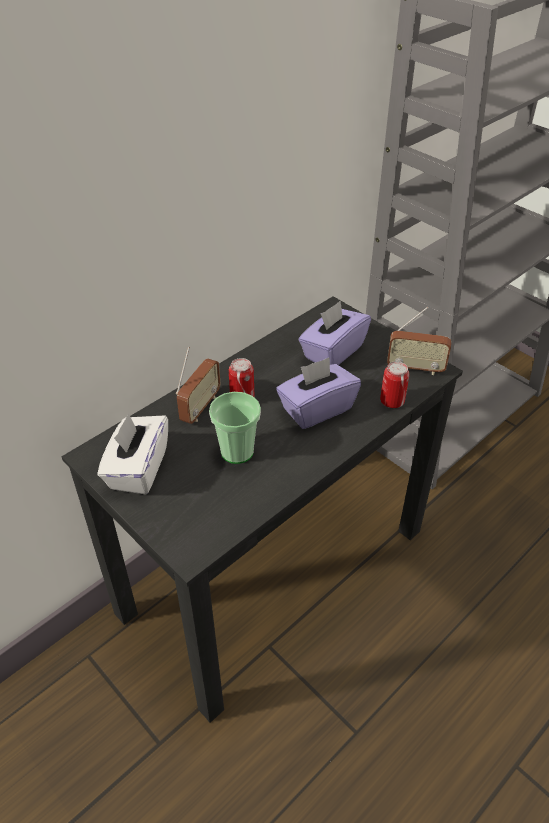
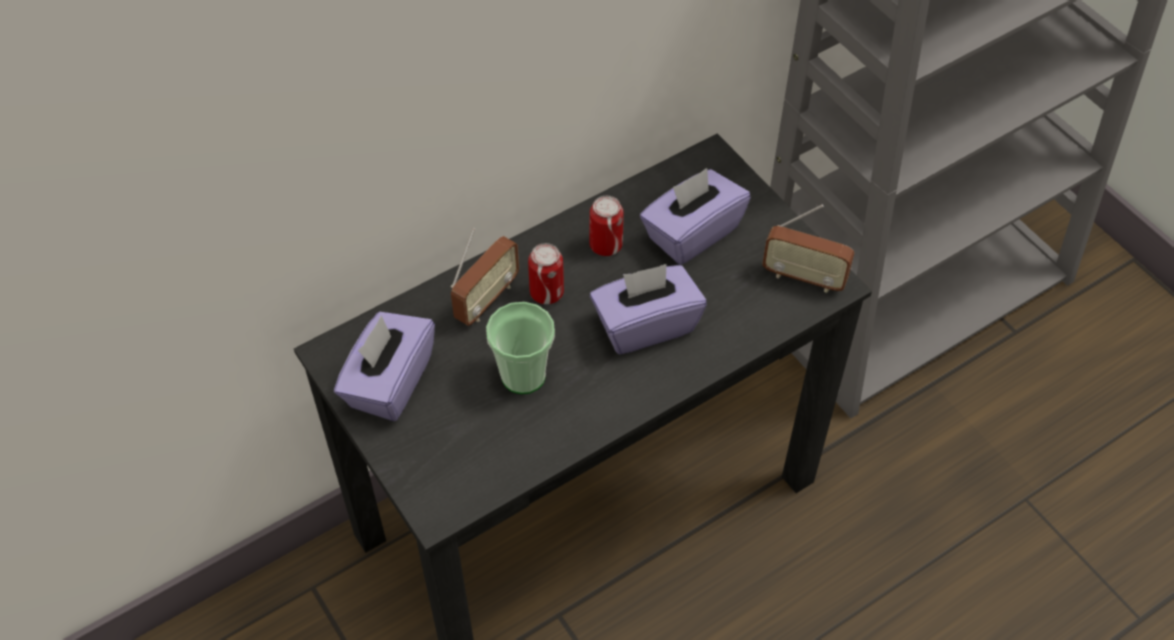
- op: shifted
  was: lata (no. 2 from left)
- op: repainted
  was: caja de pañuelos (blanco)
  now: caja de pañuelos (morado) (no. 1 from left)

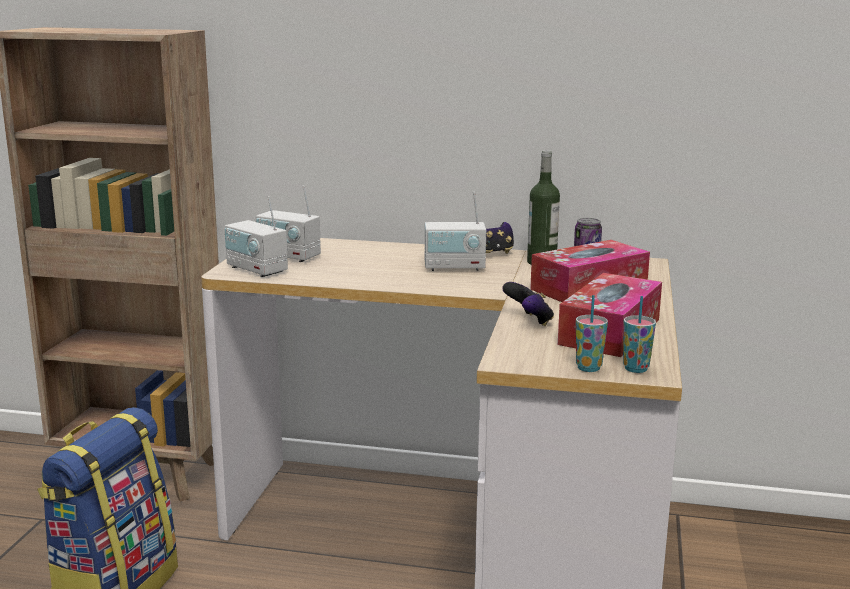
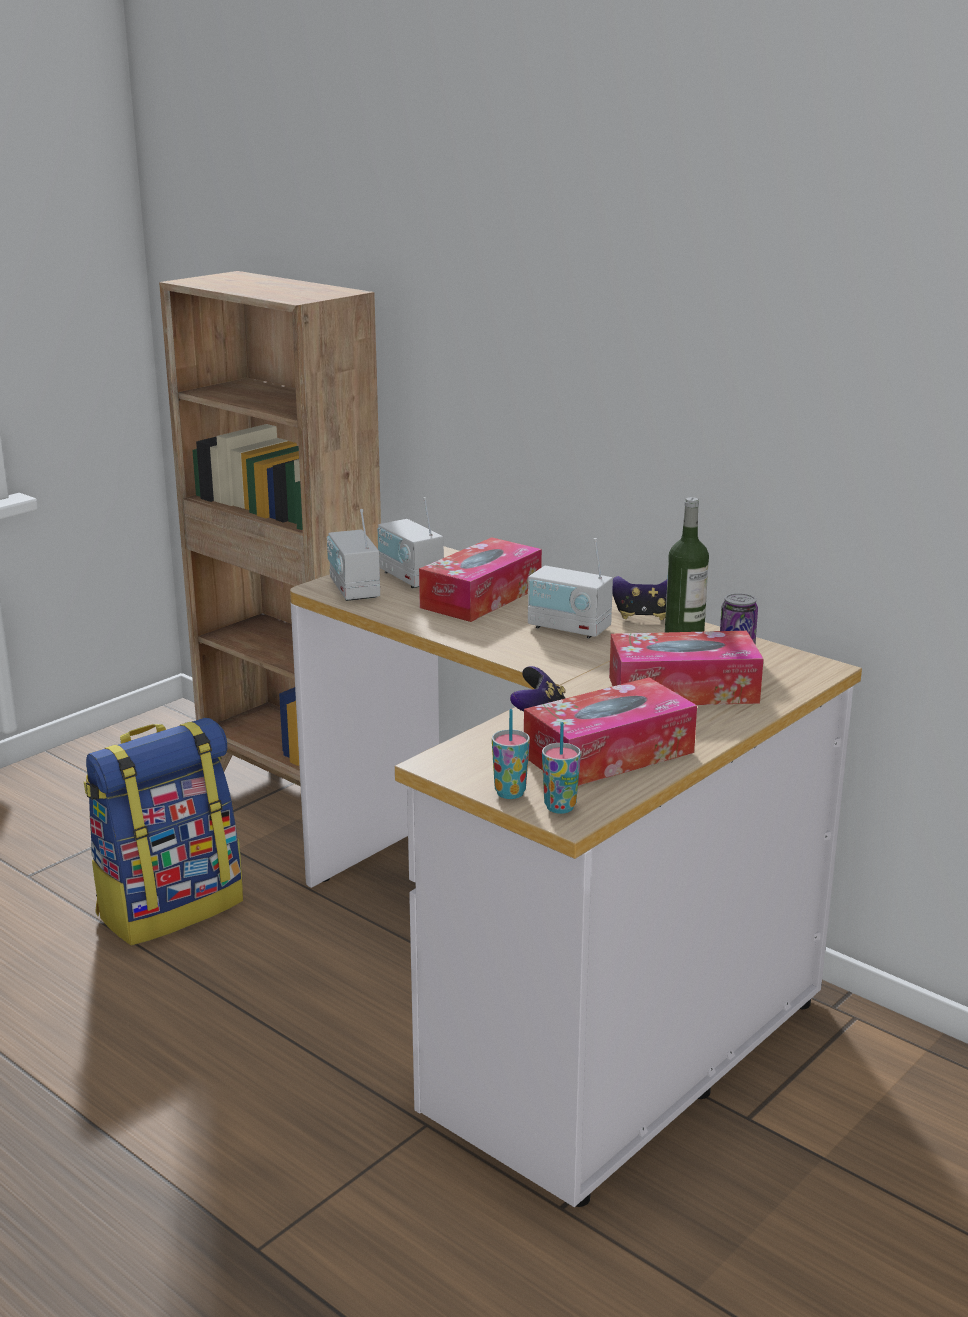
- op: new
  now: caja de pañuelos (no. 1 from left)

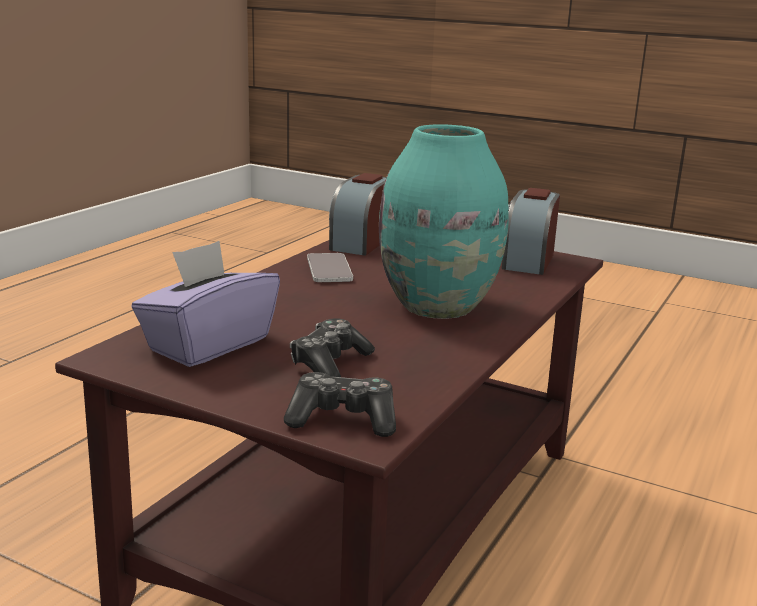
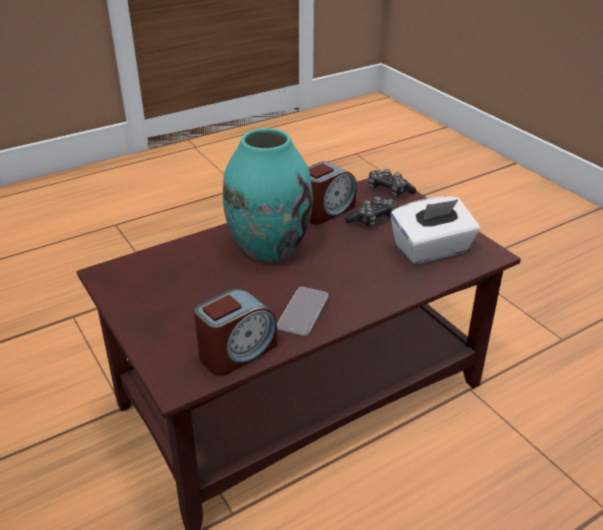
- op: shifted
  was: despertador (no. 2 from left)
- op: repainted
  was: caja de pañuelos (morado)
  now: caja de pañuelos (blanco)

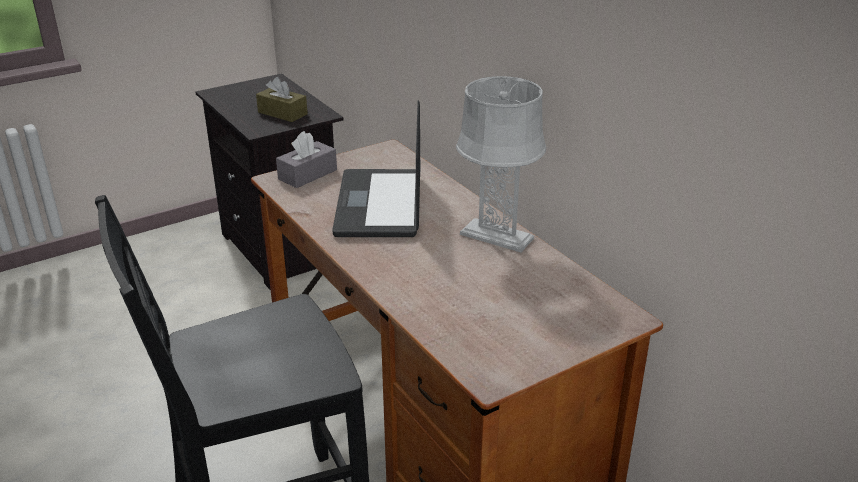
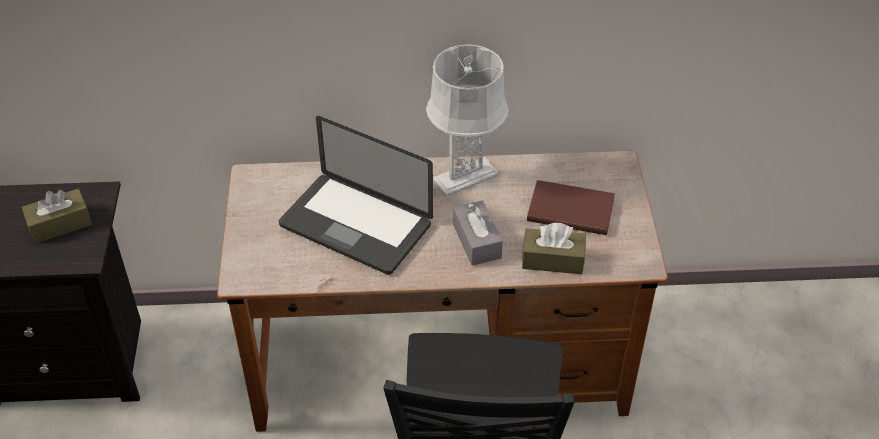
- op: shifted
  was: caja de pañuelos (gris)
- op: new
  now: libro (marrón)
- op: new
  now: caja de pañuelos (marrón) (no. 2 from left)

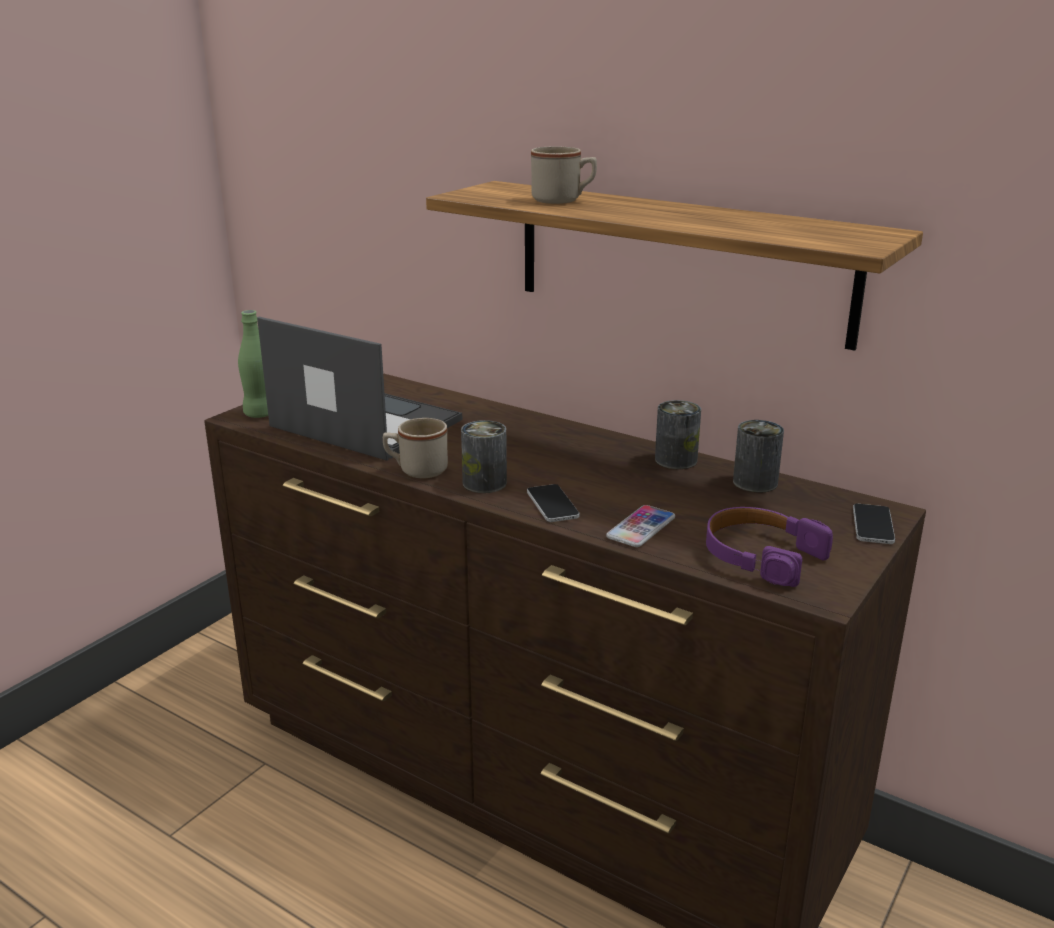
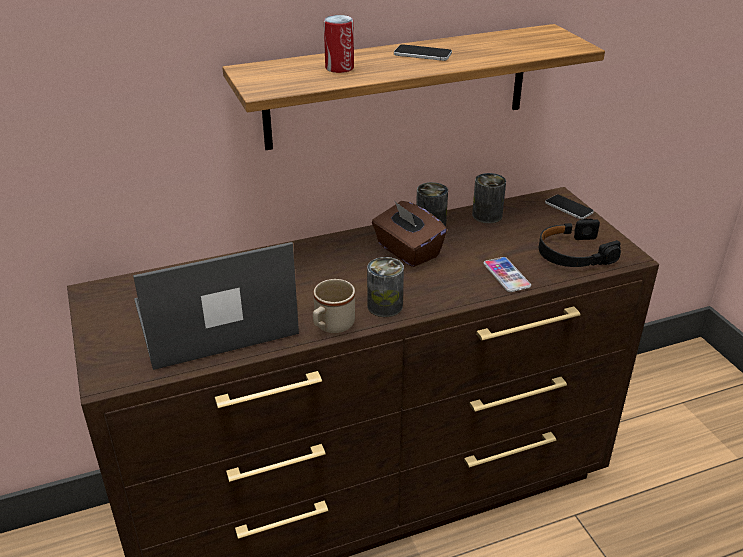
- op: swapped
  was: taza grande (beis) (no. 2 from left)
  now: lata (no. 1 from left)
- op: gone
  was: botella (verde)
- op: shifted
  was: móvil (no. 1 from left)
- op: repainted
  was: auriculares (morado)
  now: auriculares (negro)
- op: new
  now: caja de pañuelos (marrón)

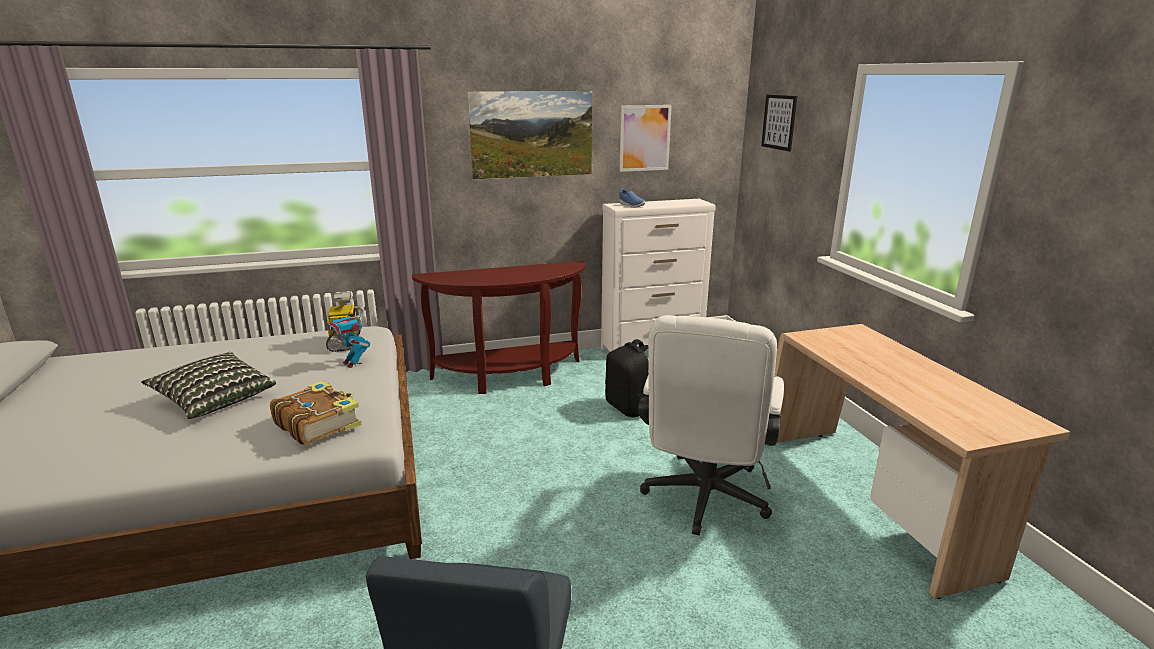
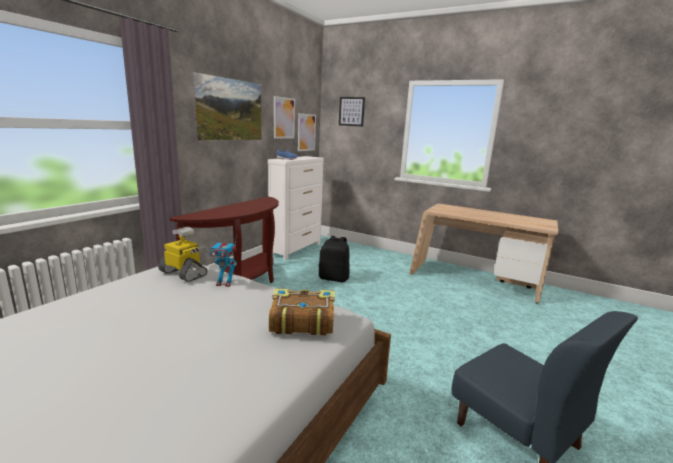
- op: gone
  was: silla de oficina (blanco)
- op: gone
  was: cojín
- op: new
  now: cuadro (no. 3 from left)

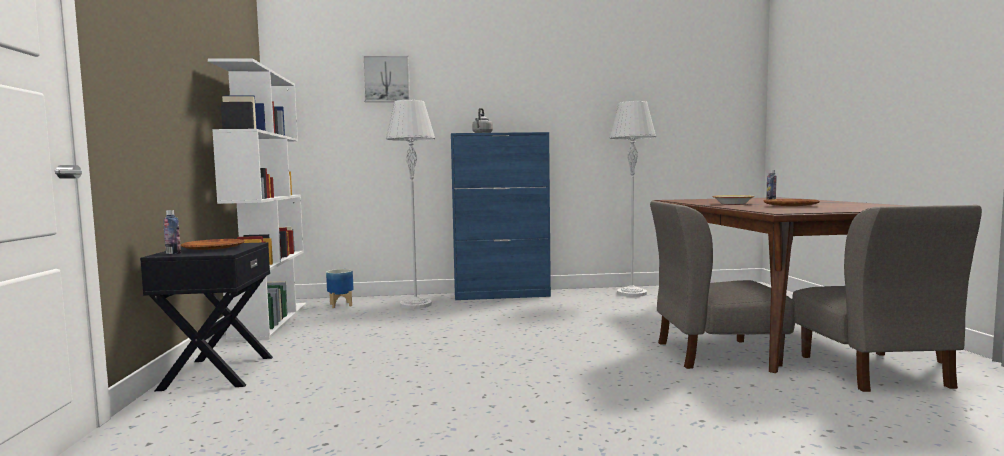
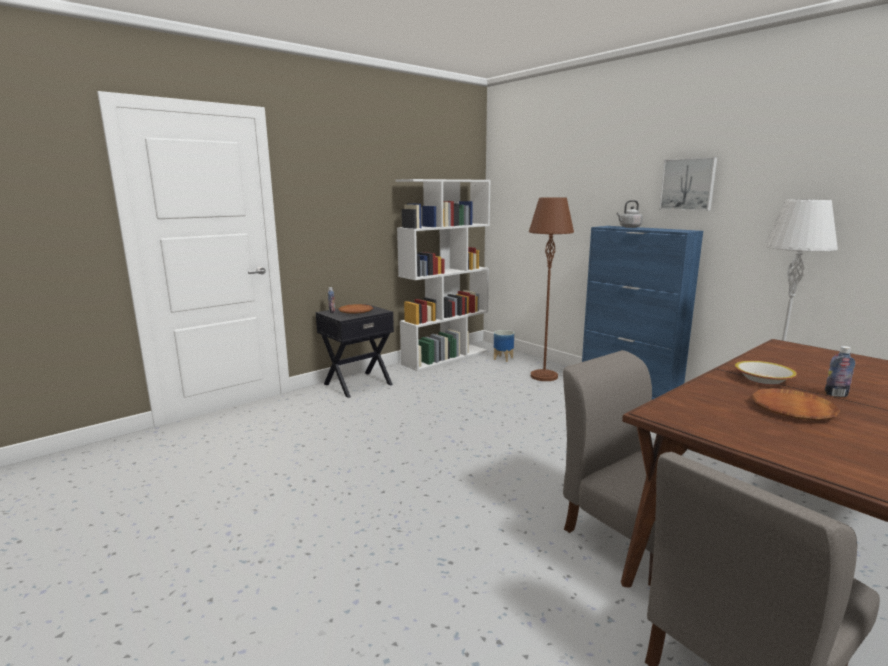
- op: shifted
  was: cuadro
- op: repainted
  was: lámpara de pie (gris) (no. 1 from left)
  now: lámpara de pie (marrón)

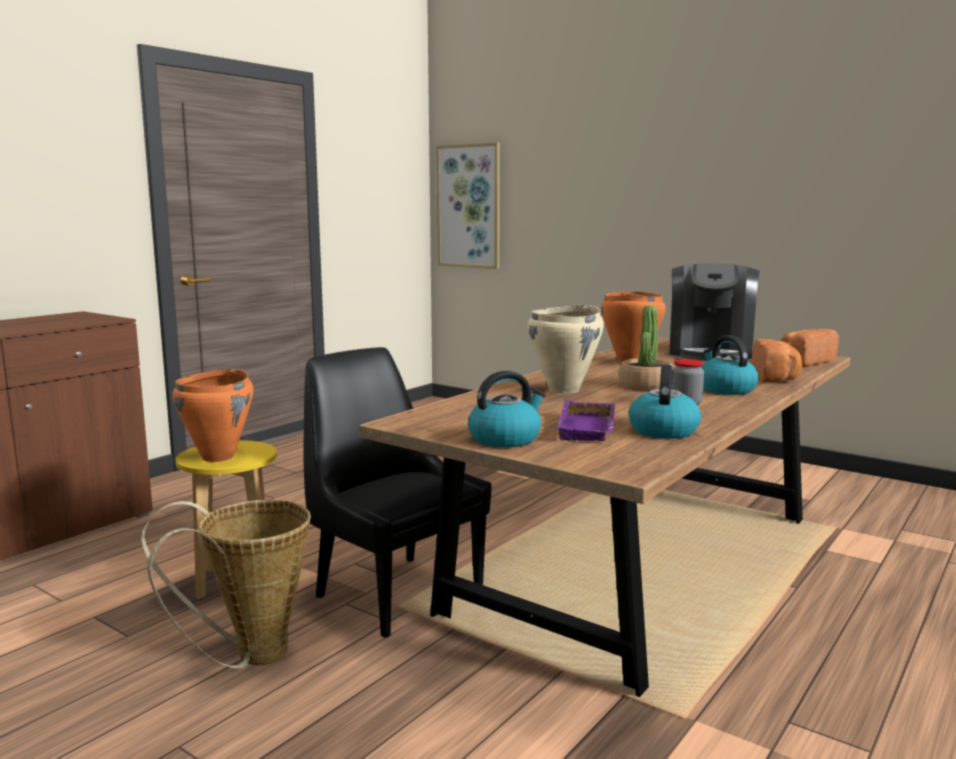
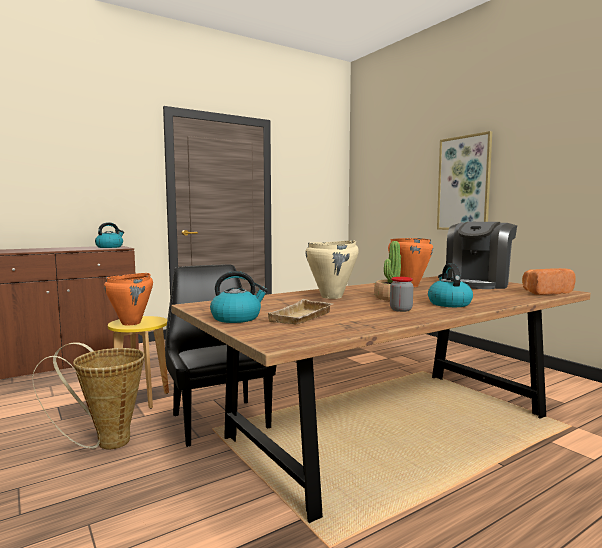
- op: shifted
  was: cuadro
- op: gone
  was: pan (no. 1 from left)
- op: shifted
  was: hervidor (no. 2 from left in the first image)
  now: hervidor (no. 1 from left)
- op: repainted
  was: bandeja (morado)
  now: bandeja (beis)

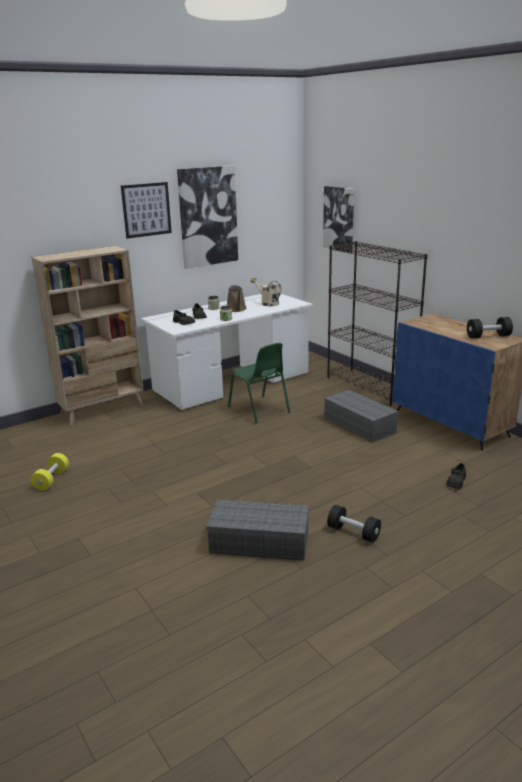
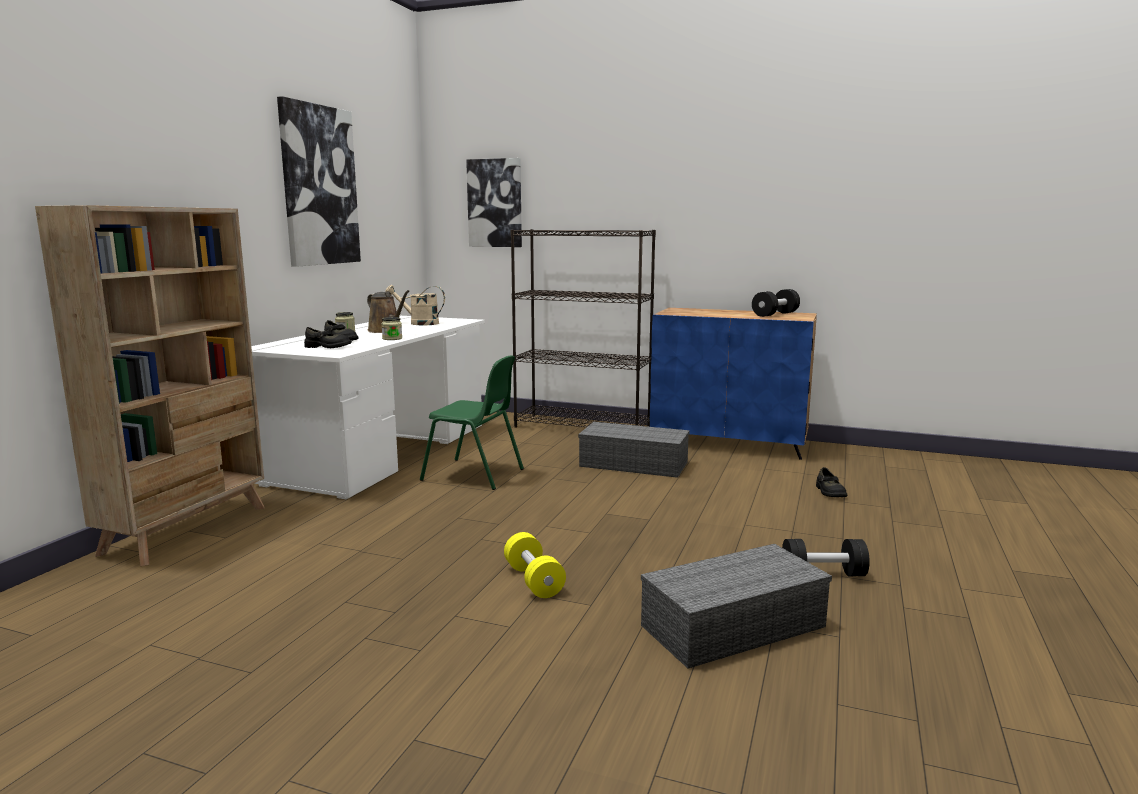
- op: gone
  was: cuadro (no. 1 from left)
- op: shifted
  was: mancuerna (amarillo)

